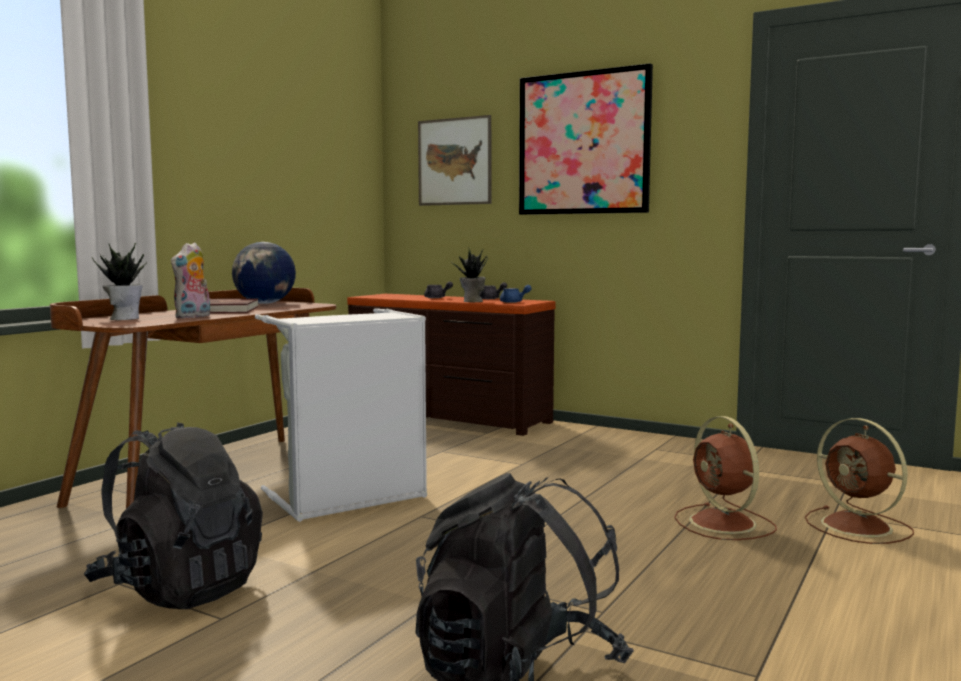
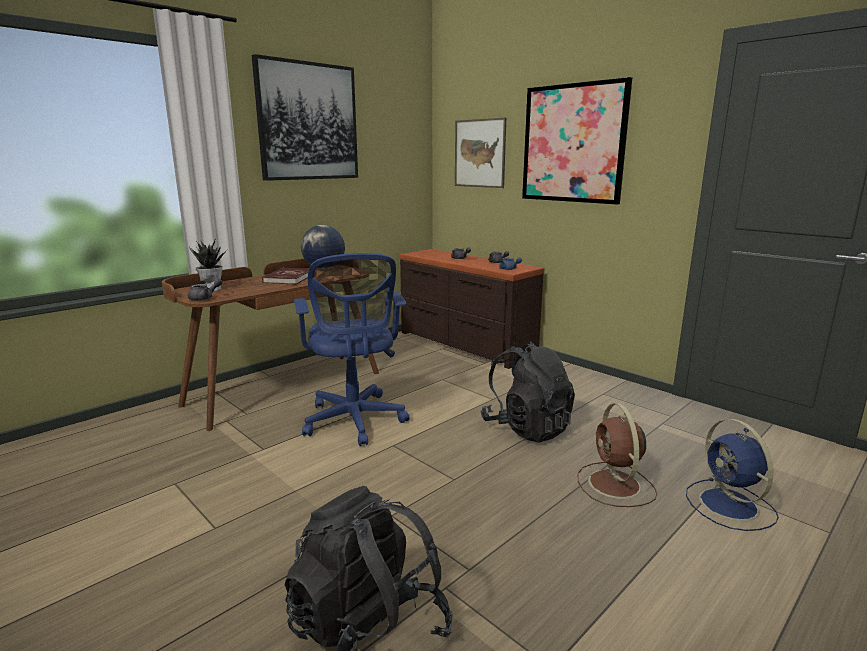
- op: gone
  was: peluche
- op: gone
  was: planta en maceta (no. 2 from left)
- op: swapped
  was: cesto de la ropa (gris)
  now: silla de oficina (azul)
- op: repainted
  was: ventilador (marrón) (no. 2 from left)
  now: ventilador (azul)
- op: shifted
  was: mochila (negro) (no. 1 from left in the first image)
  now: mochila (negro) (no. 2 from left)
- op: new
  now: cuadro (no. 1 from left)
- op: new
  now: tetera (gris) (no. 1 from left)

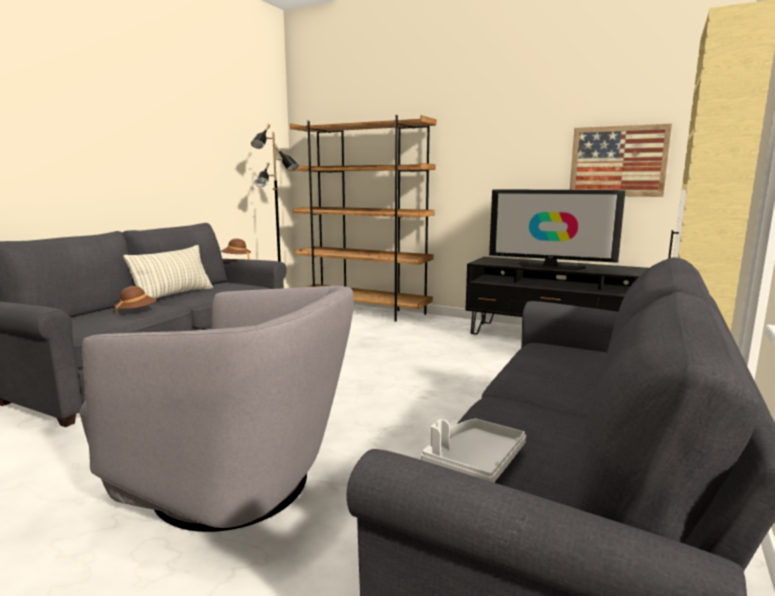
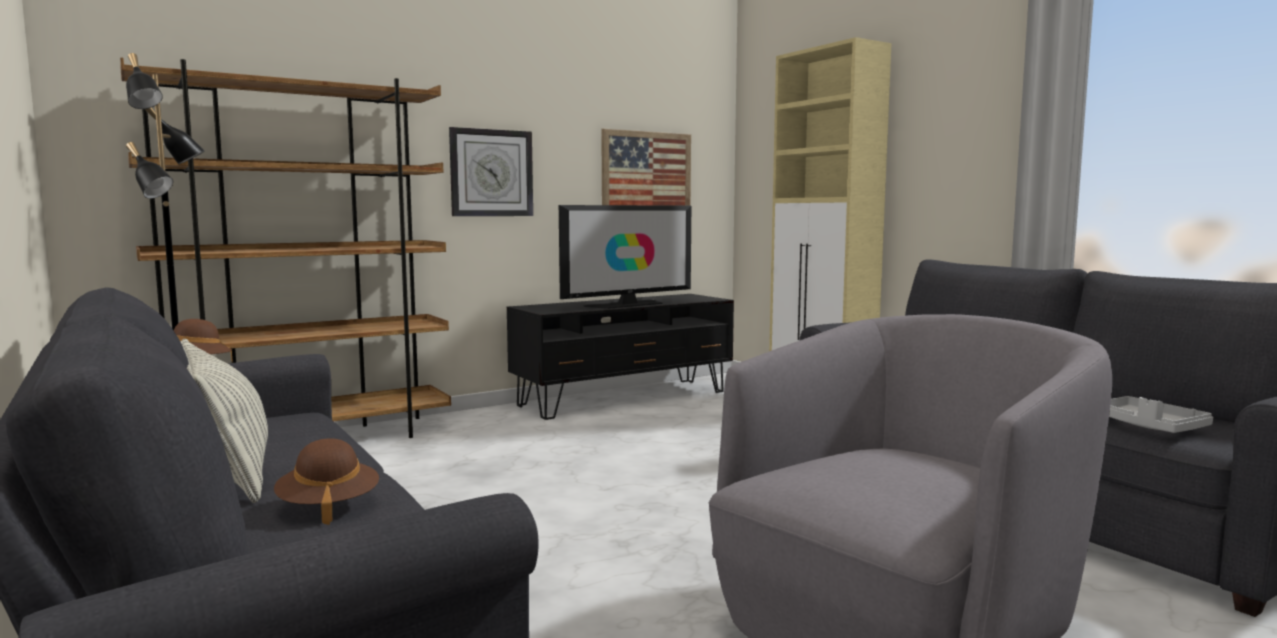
- op: new
  now: reloj de pared

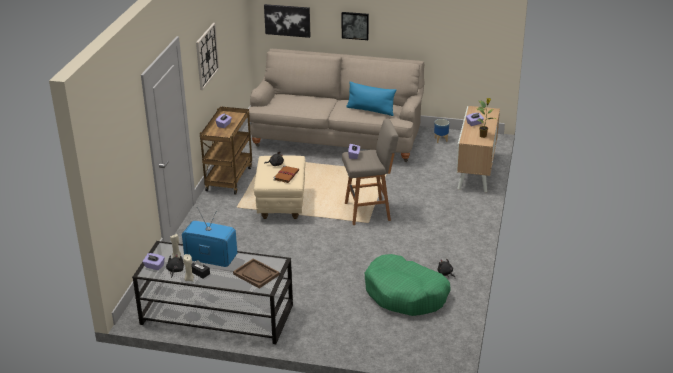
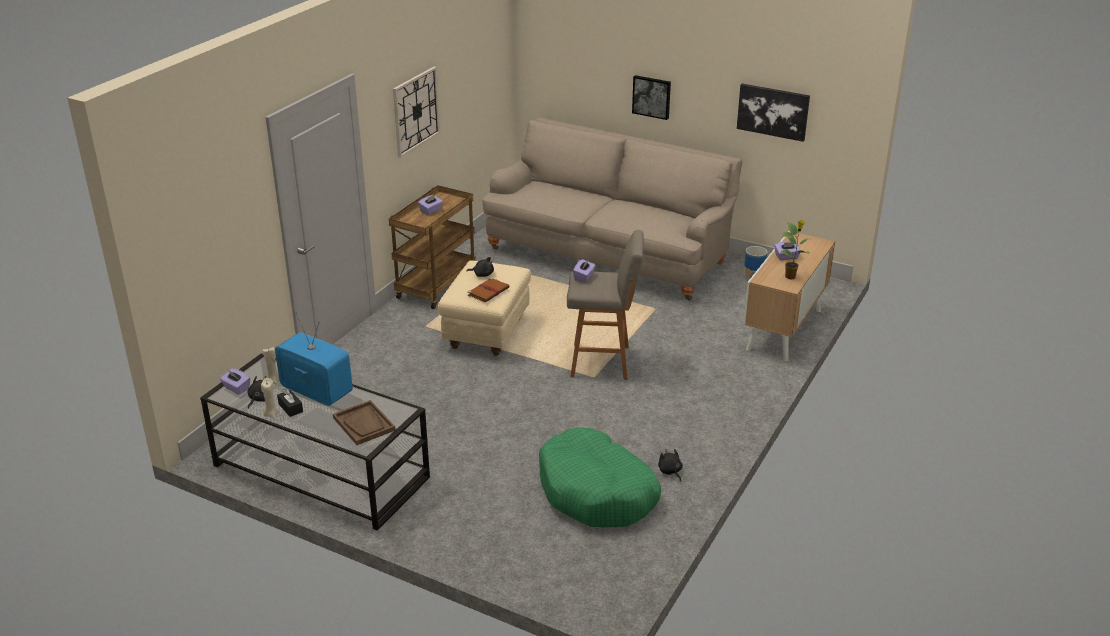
- op: shifted
  was: cuadro (no. 1 from left in the first image)
  now: cuadro (no. 2 from left)
- op: gone
  was: cojín (azul)

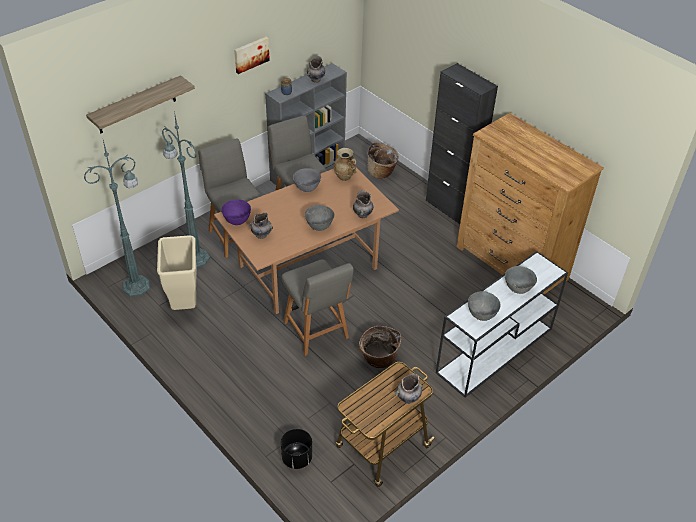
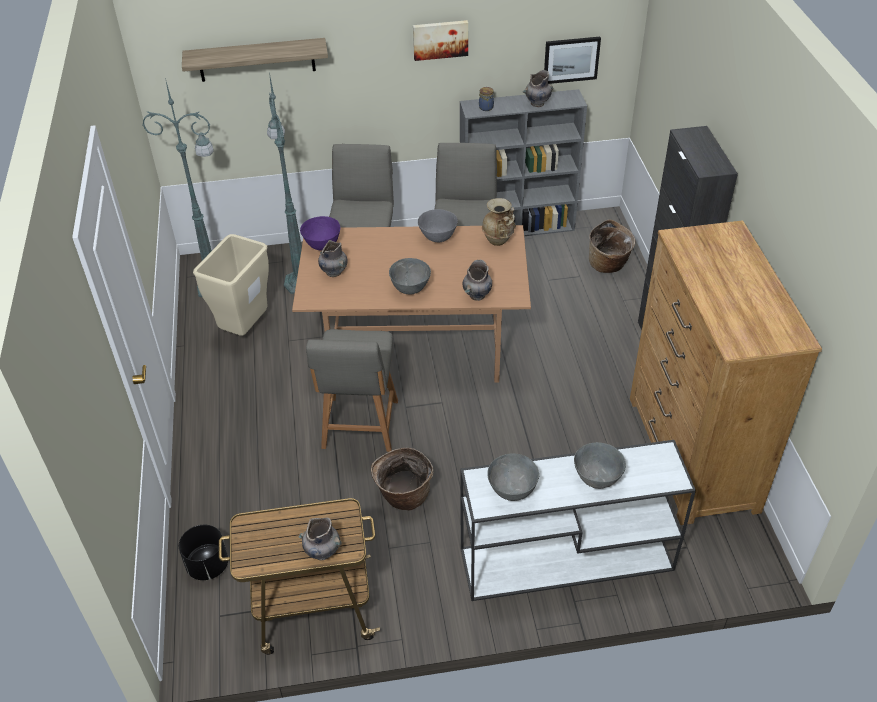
- op: new
  now: cuadro (no. 2 from left)

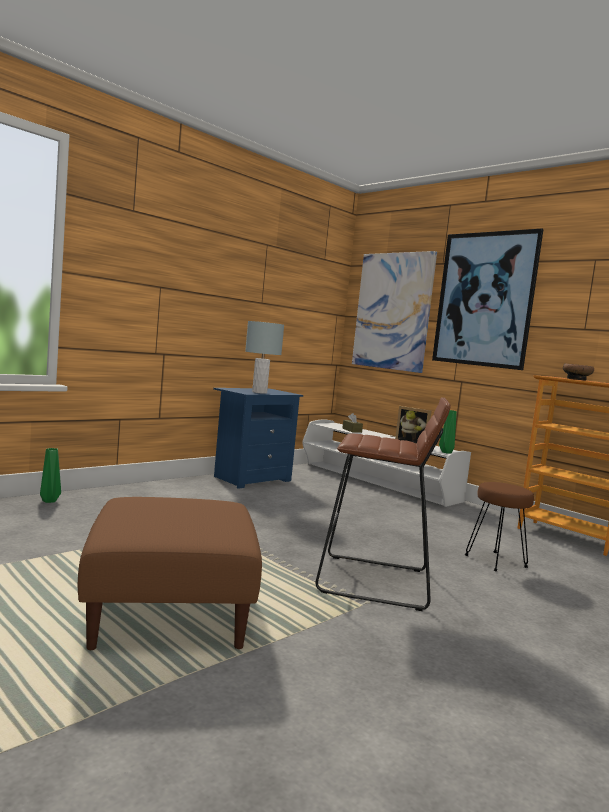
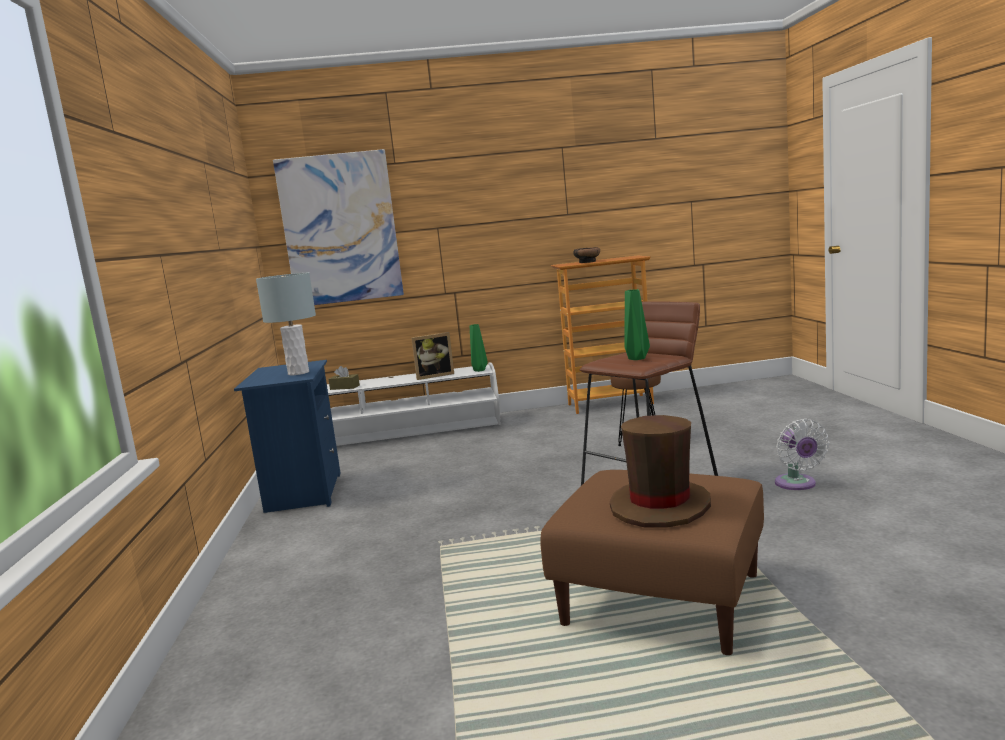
- op: gone
  was: cuadro (no. 2 from left)
- op: shifted
  was: florero (verde) (no. 1 from left in the first image)
  now: florero (verde) (no. 2 from left)
- op: new
  now: sombrero (marrón)
- op: new
  now: ventilador (blanco)

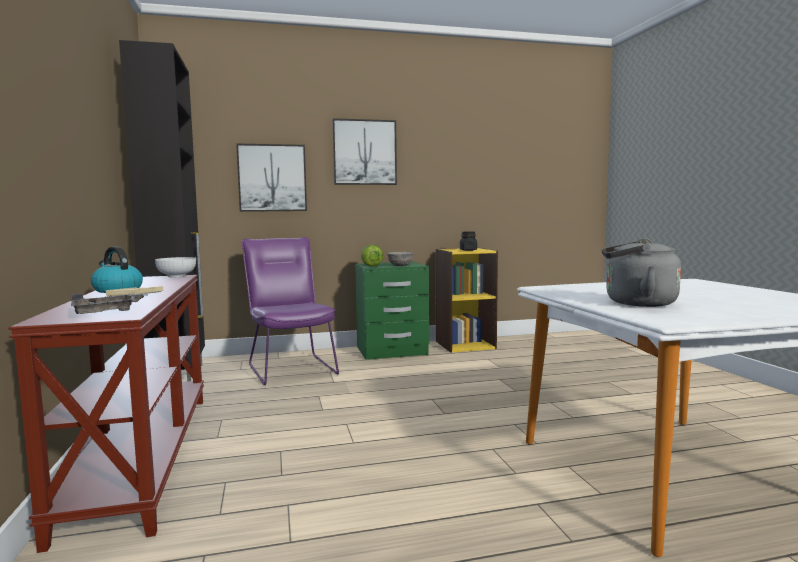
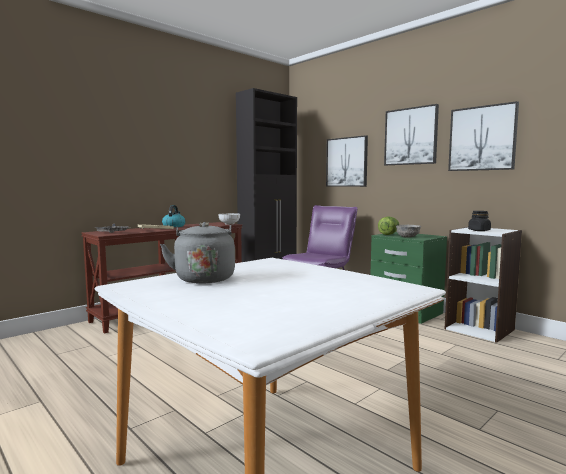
- op: repainted
  was: estantería (amarillo)
  now: estantería (blanco)
- op: new
  now: cuadro (no. 3 from left)

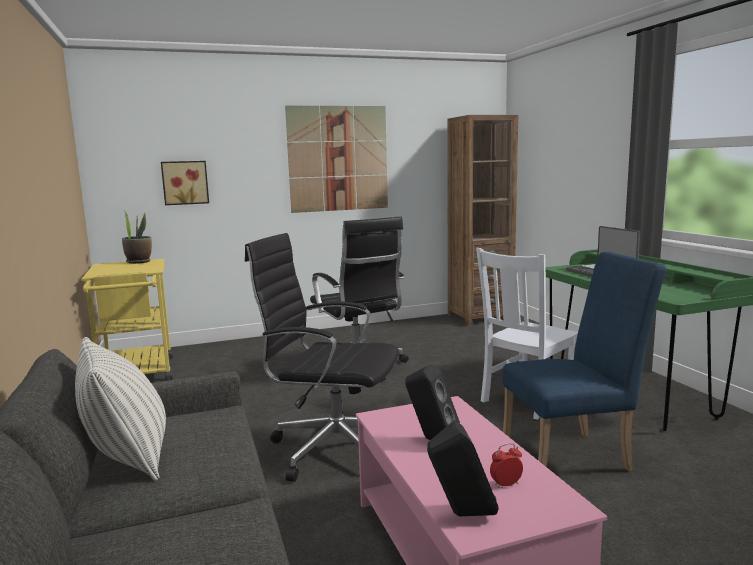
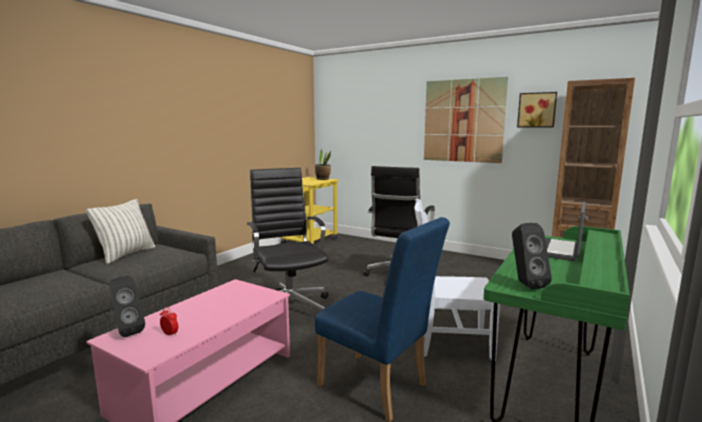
- op: shifted
  was: cuadro (no. 1 from left in the first image)
  now: cuadro (no. 2 from left)
- op: shifted
  was: altavoz (negro) (no. 1 from left in the first image)
  now: altavoz (negro) (no. 2 from left)

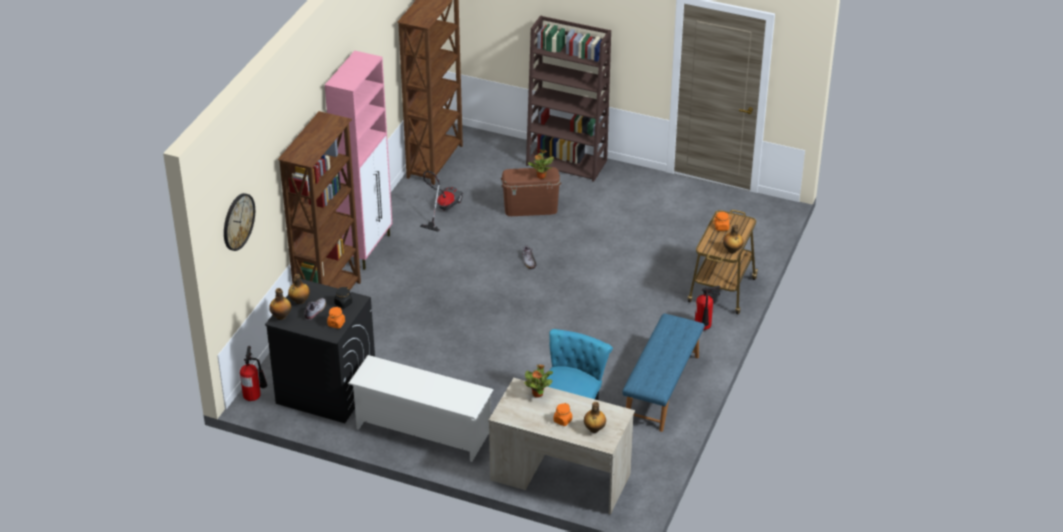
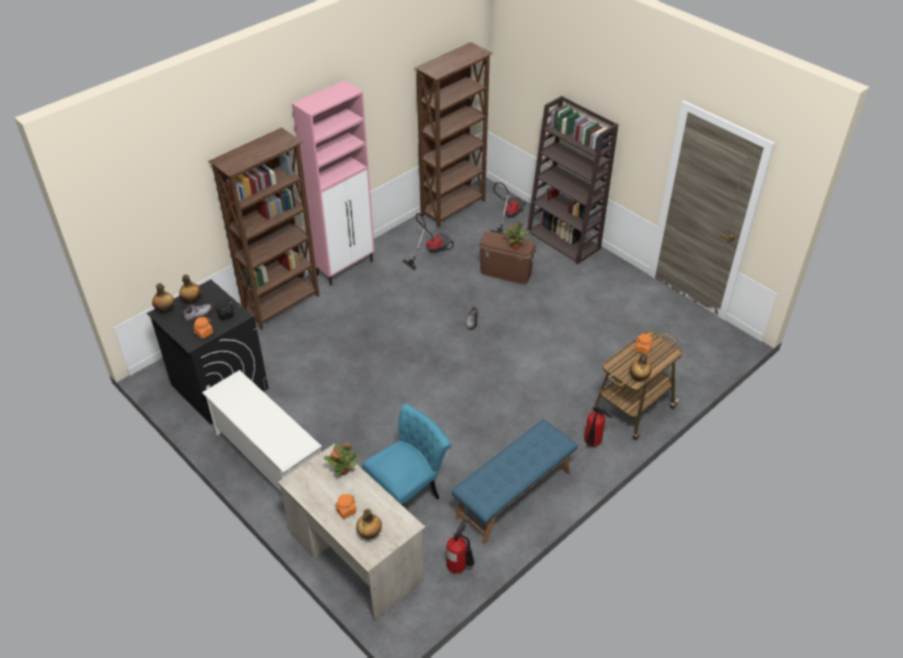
- op: gone
  was: reloj de pared
- op: shifted
  was: extintor (no. 1 from left)
- op: new
  now: aspiradora (no. 2 from left)

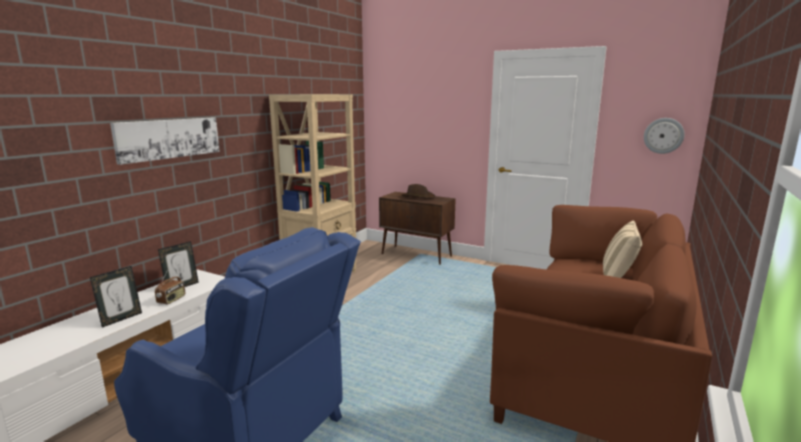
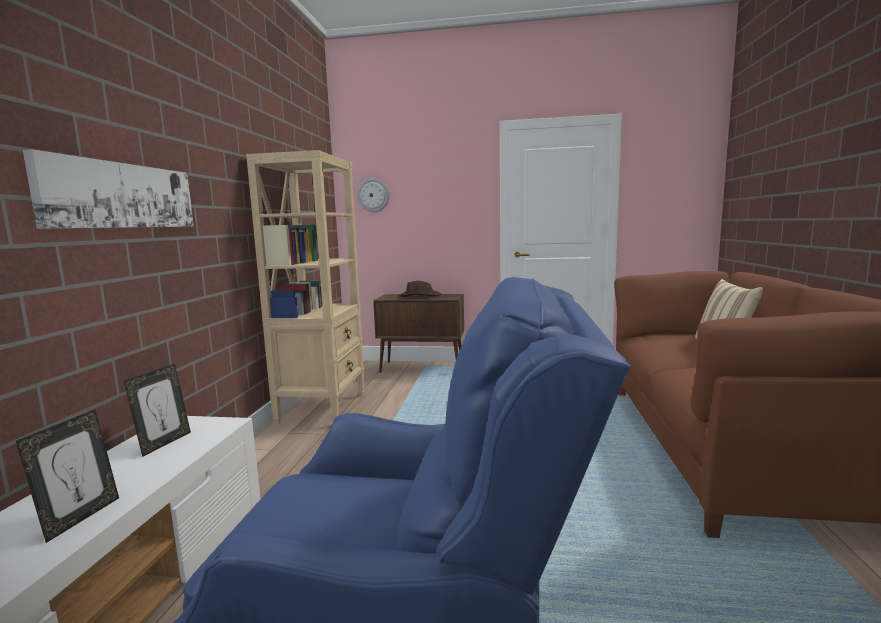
- op: shifted
  was: reloj de pared
- op: gone
  was: radio

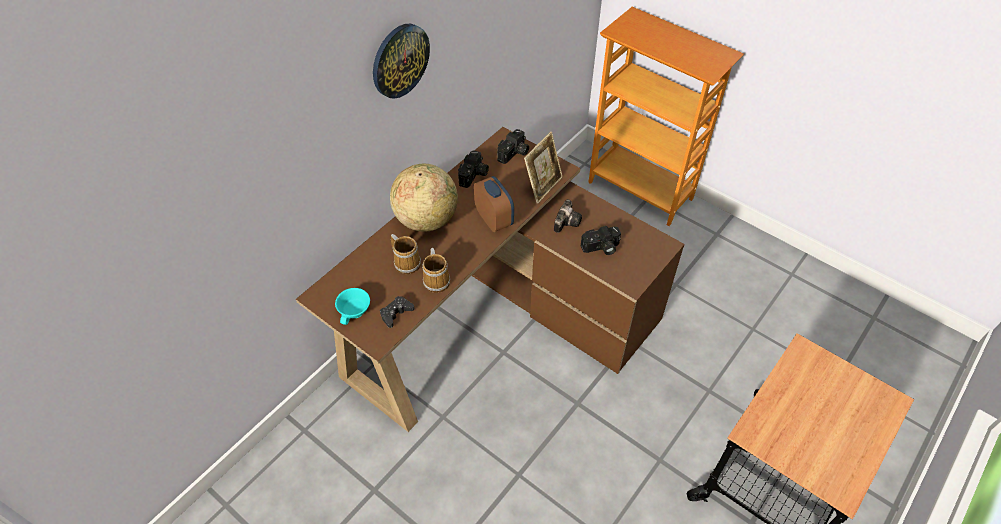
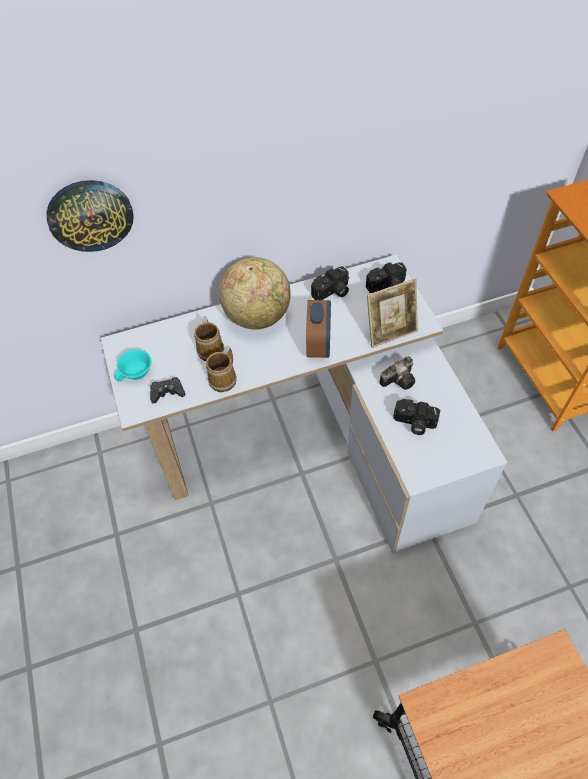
- op: shifted
  was: reloj de pared
- op: repainted
  was: escritorio (marrón)
  now: escritorio (blanco)

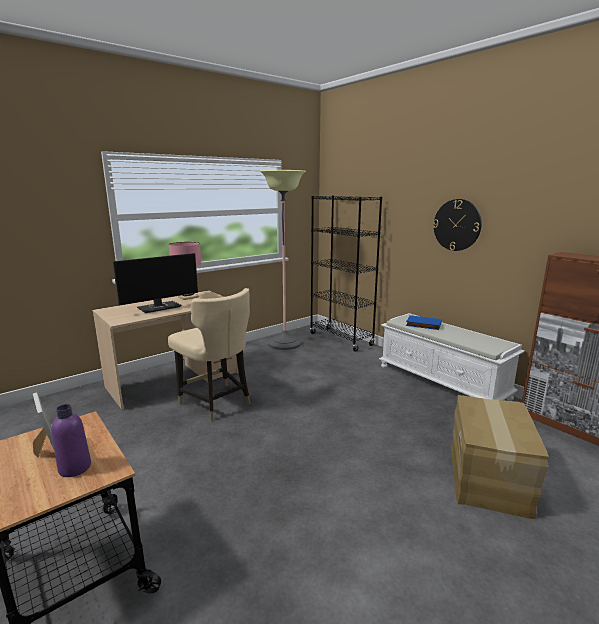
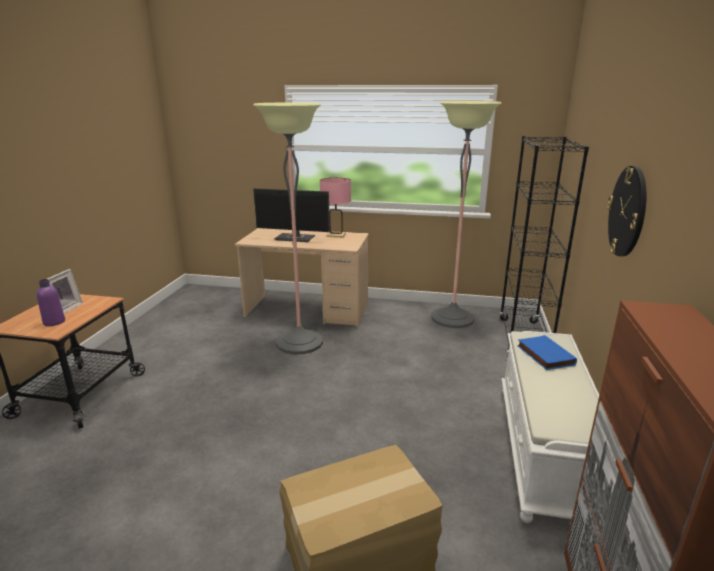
- op: swapped
  was: silla (beis)
  now: lámpara de pie (no. 1 from left)

